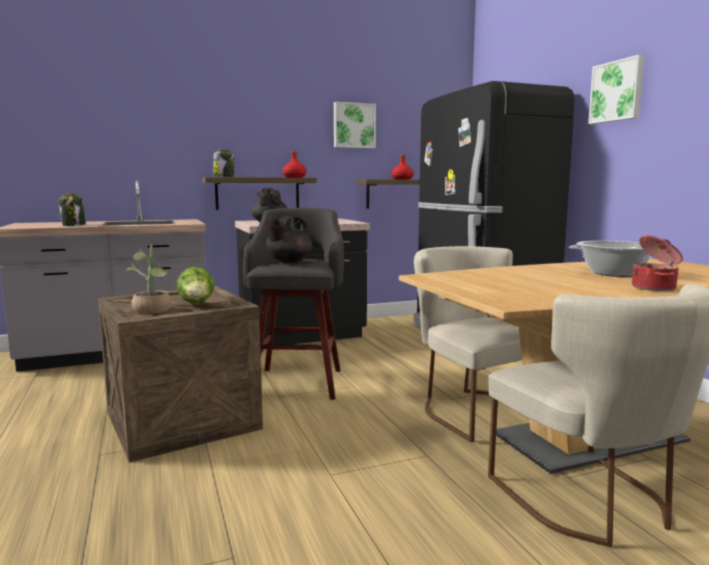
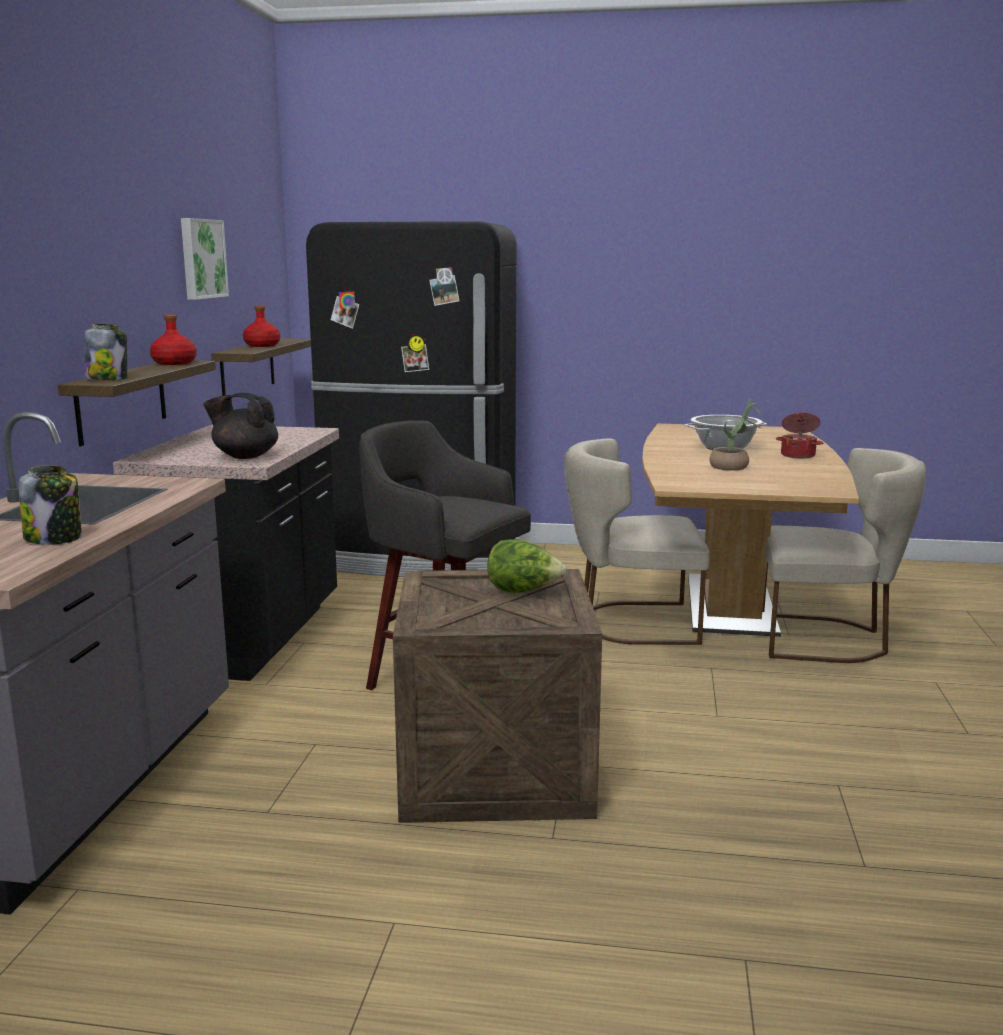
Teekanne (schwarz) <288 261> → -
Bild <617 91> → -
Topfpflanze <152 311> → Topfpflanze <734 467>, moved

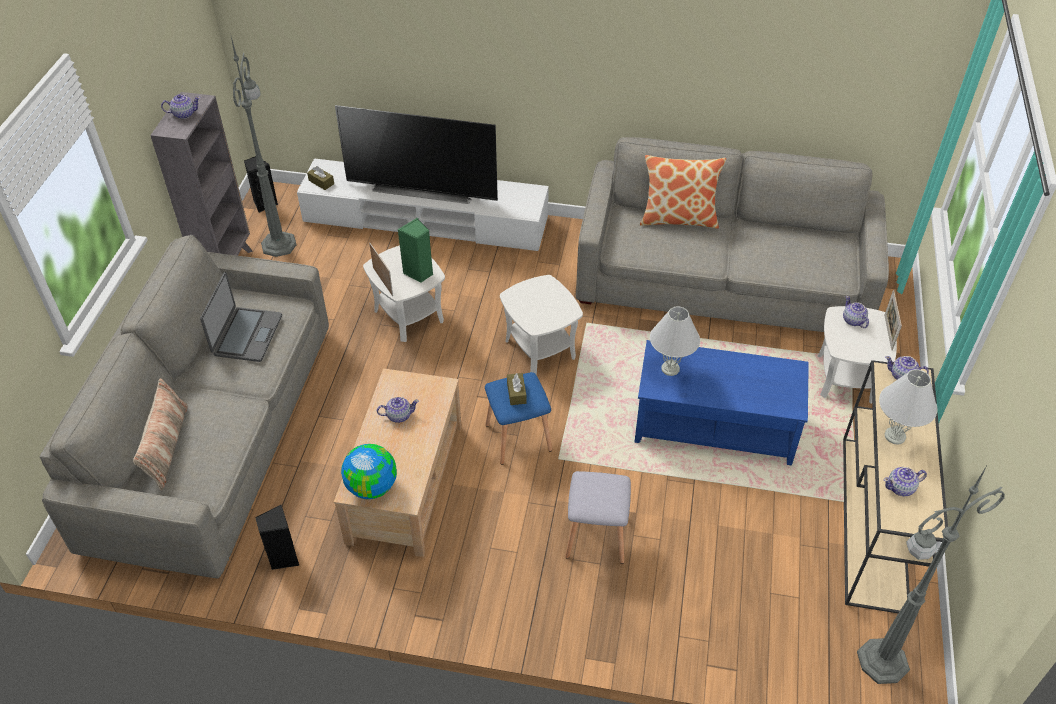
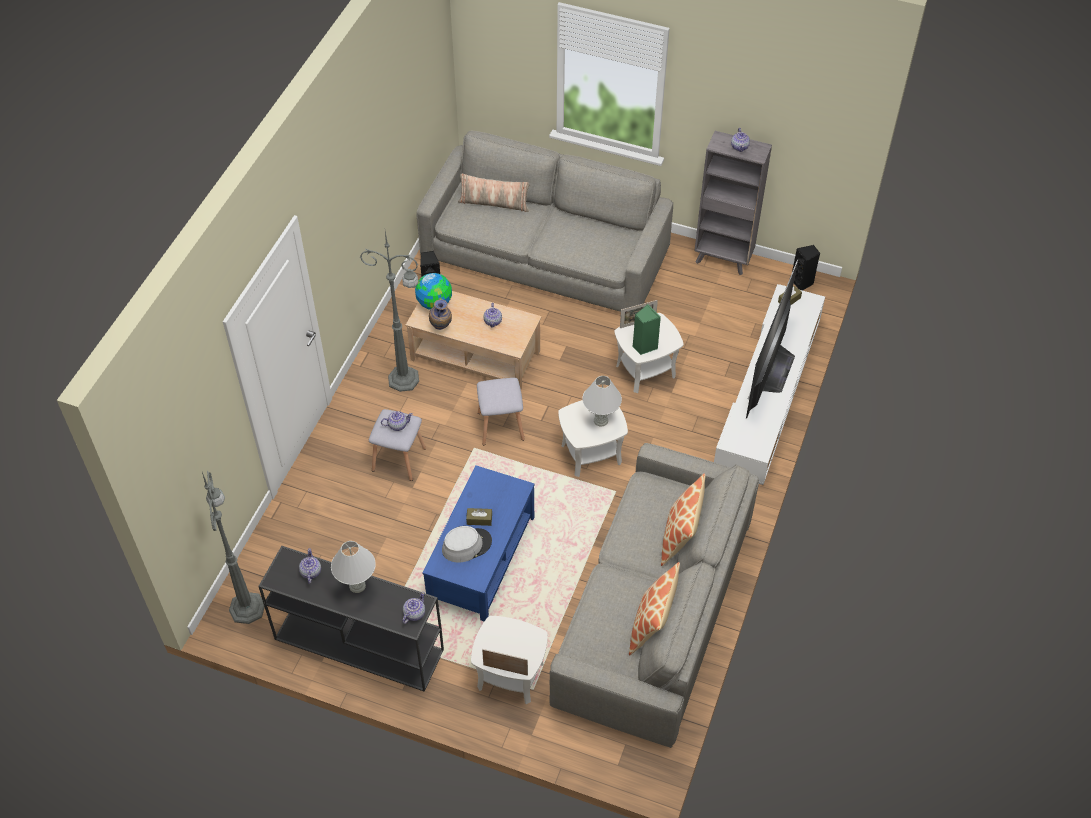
Laptop <246 335> → -
- → Vase <441 328>
- → Hut (grau) <466 545>
- → Kissen <652 625>
Stehlampe (grau) <279 243> → Stehlampe (grau) <405 379>, moved
Taschentuchbox (braun) <516 393> → Taschentuchbox (braun) <479 519>, moved
Tischlampe (weiß) <670 368> → Tischlampe (weiß) <601 420>, moved
Teekanne <853 321> → Teekanne <397 425>, moved
Hocker (blau) <517 438> → Hocker (grau) <500 425>
Konsolentisch (beige) <874 523> → Konsolentisch (schwarz) <357 644>

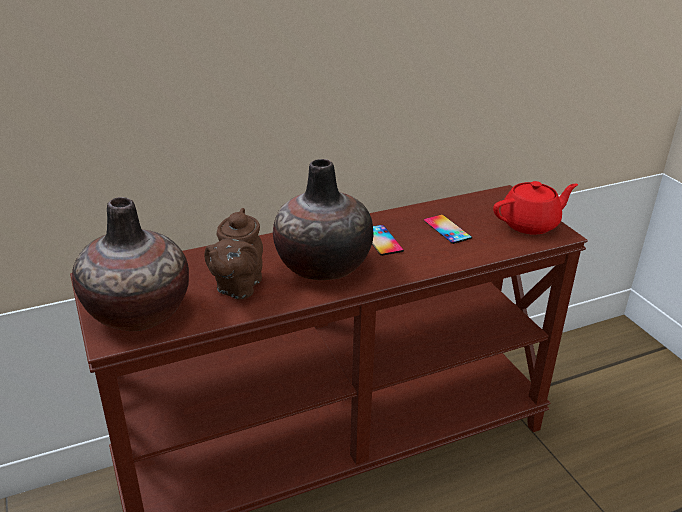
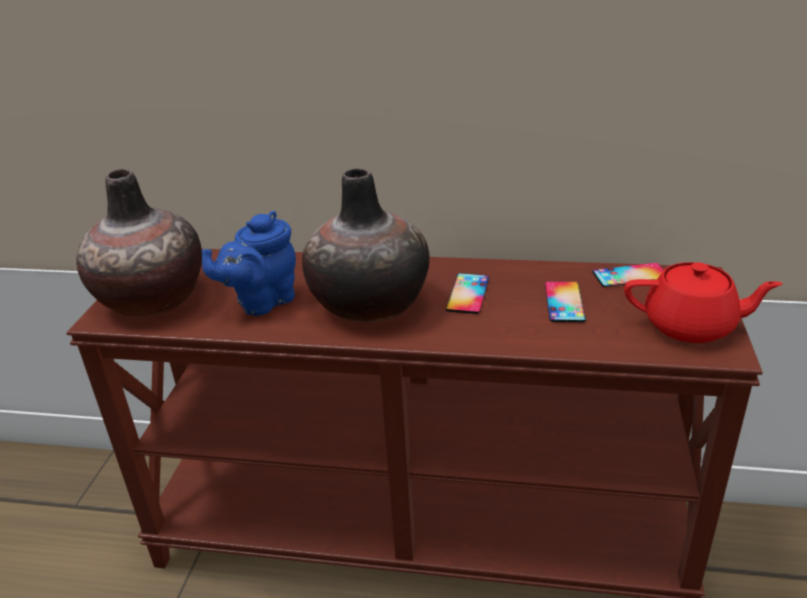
- → Handy <630 275>
Teekanne (braun) <237 287> → Teekanne (blau) <261 302>

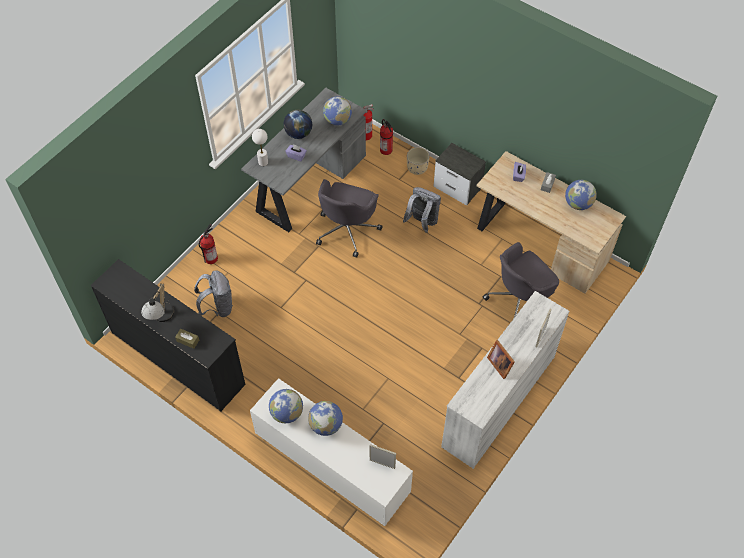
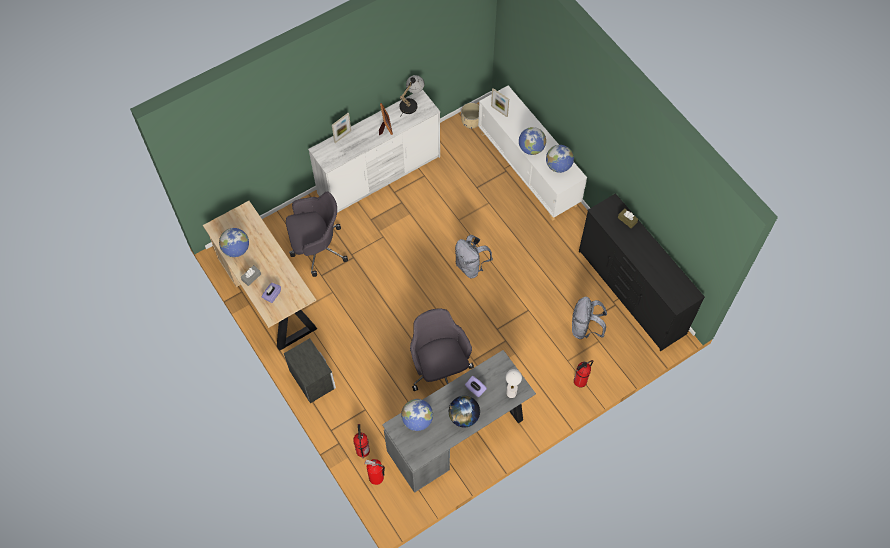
Tischlampe <161 318> → Tischlampe <411 103>, moved
Rucksack (grau) <422 222> → Rucksack (grau) <471 266>, moved
Pflanzkübel (beige) <417 168> → Pflanzkübel (beige) <470 122>, moved
Bürostuhl (grau) <347 230> → Bürostuhl (grau) <439 368>, 60 degrees counterclockwise

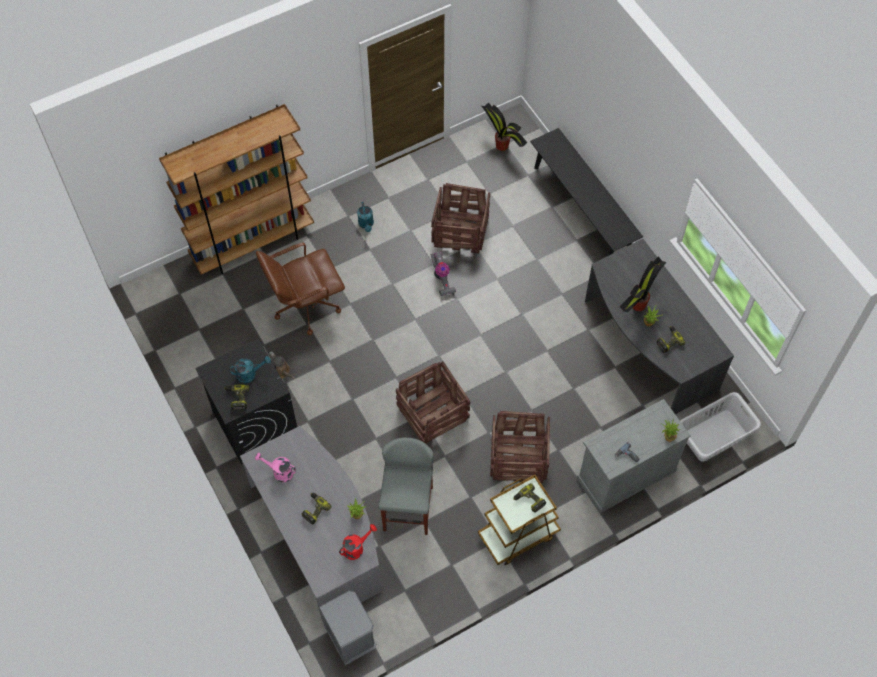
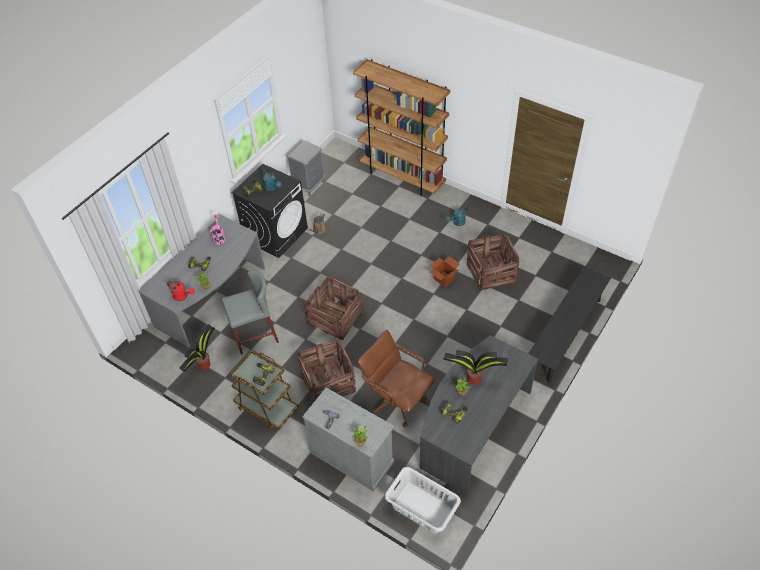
Bürostuhl (braun) <305 305> → Bürostuhl (braun) <396 401>, moved
Nachttisch (grau) <350 639> → Nachttisch (grau) <309 185>, moved
Topfpflanze <502 146> → Topfpflanze <204 365>, moved
Staubsauger <441 278> → Karton <444 279>

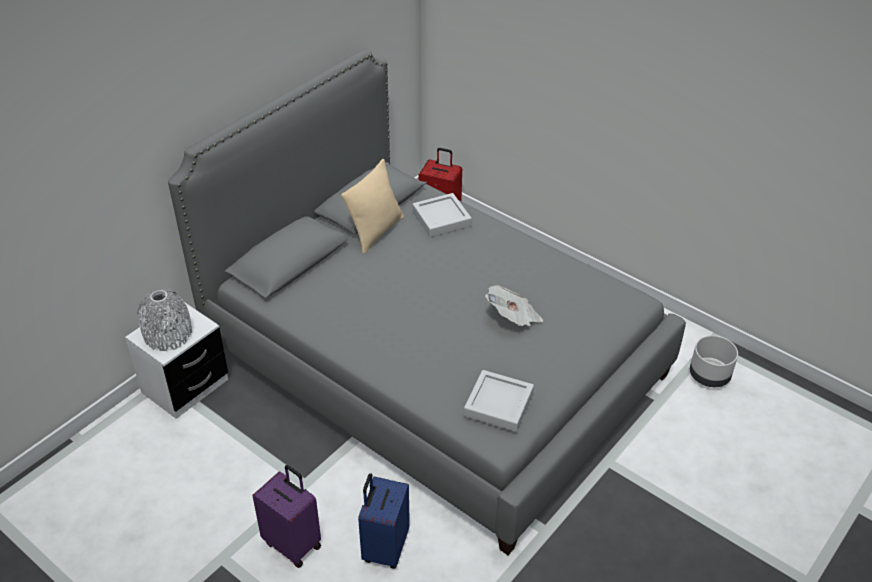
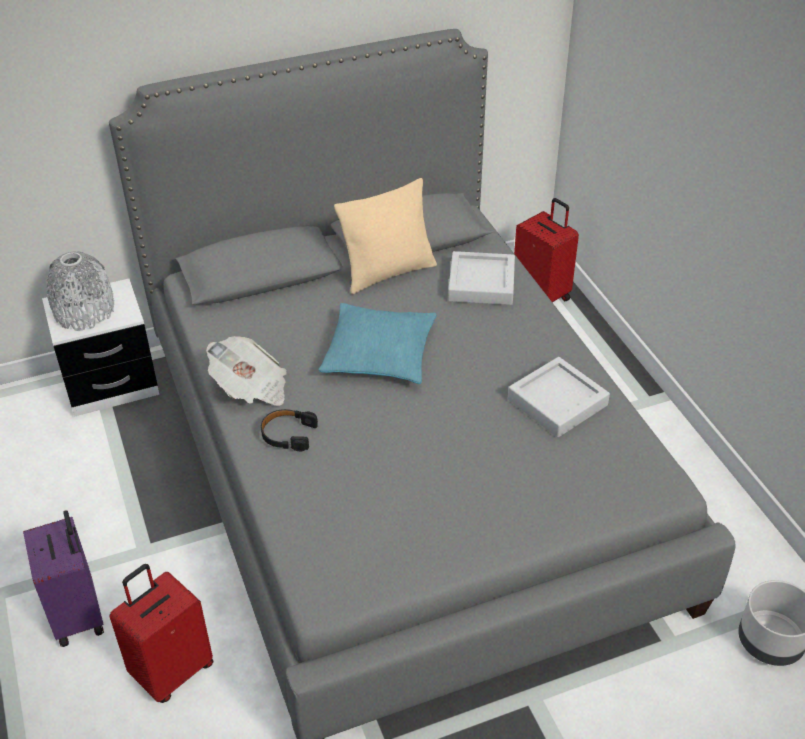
- → Kopfhörer (schwarz) <288 434>
- → Kissen (türkis) <379 354>
Tablett (grau) <498 404> → Tablett (grau) <557 402>, moved
Zeitung <513 318> → Zeitung <251 388>, moved
Koffer (blau) <384 547> → Koffer (rot) <172 670>

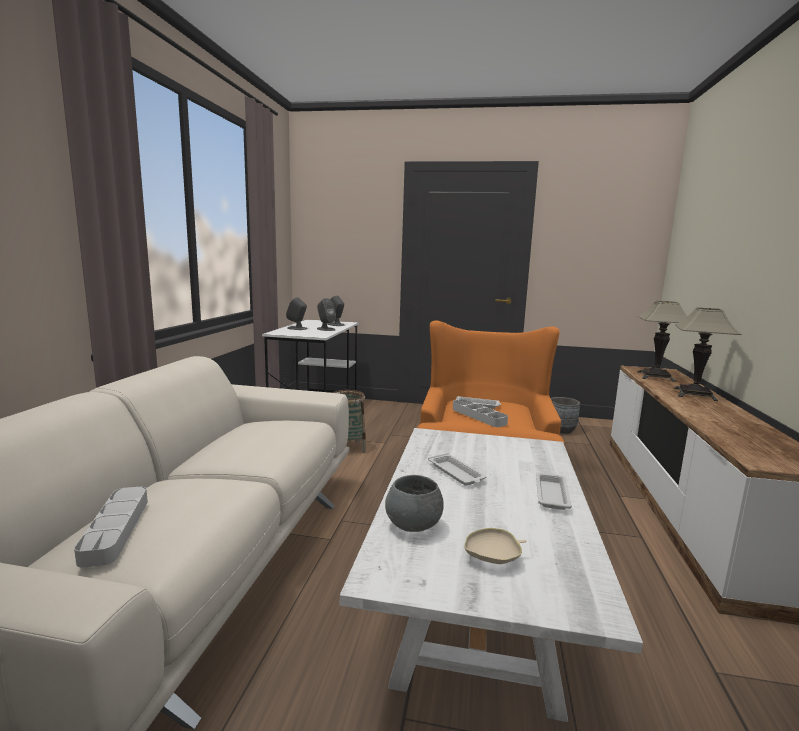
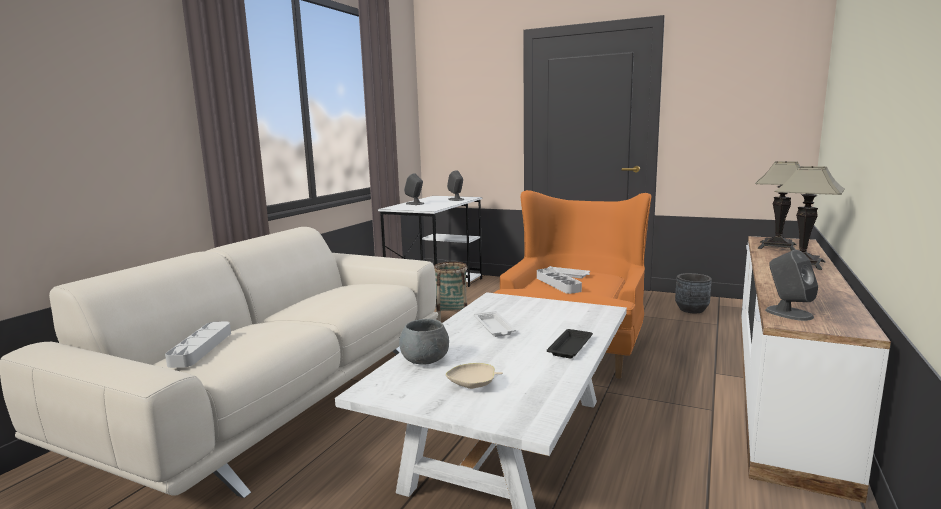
Lautsprecher (grau) <325 329> → Lautsprecher (grau) <788 313>, moved
Tablett (weiß) <551 494> → Tablett (schwarz) <570 347>

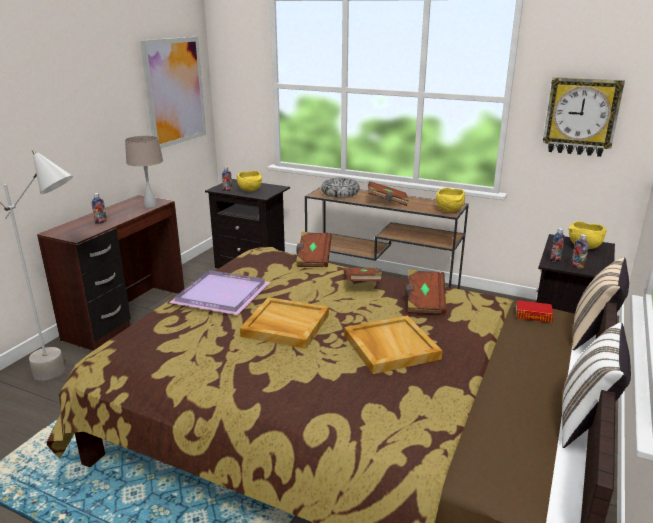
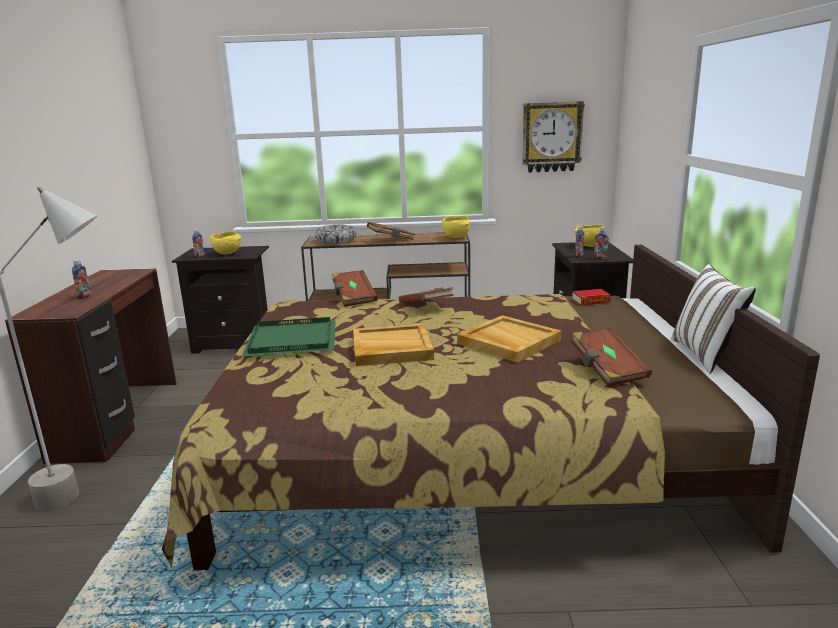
Tischlampe (beige) <150 205> → -
Bild <175 91> → -
Kissen (beige) <593 335> → -
Buch (braun) <424 302> → Buch (braun) <607 370>, moved
Tablett (lila) <223 294> → Tablett (grün) <294 340>

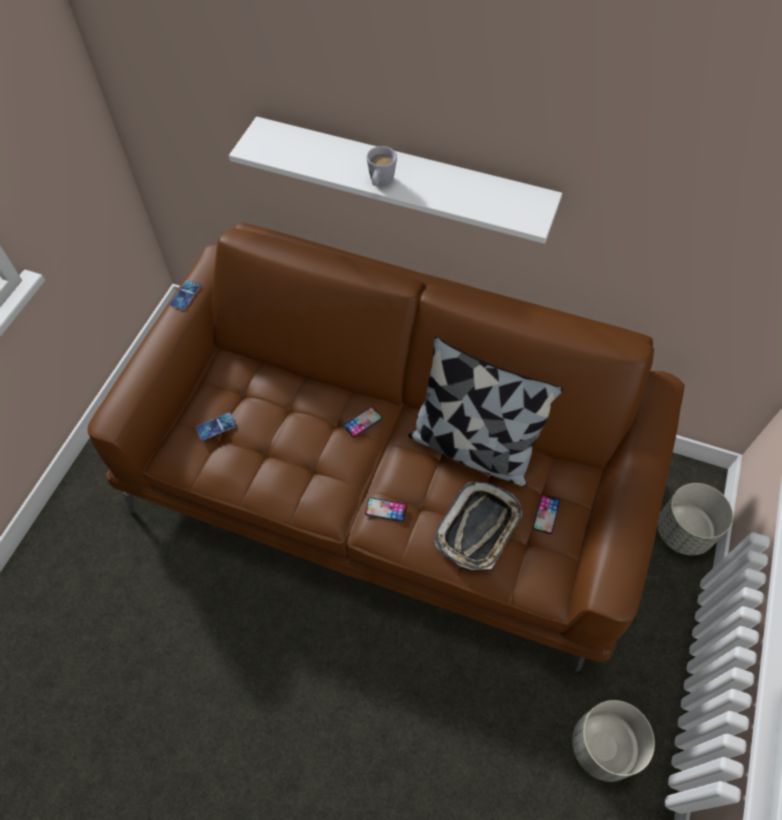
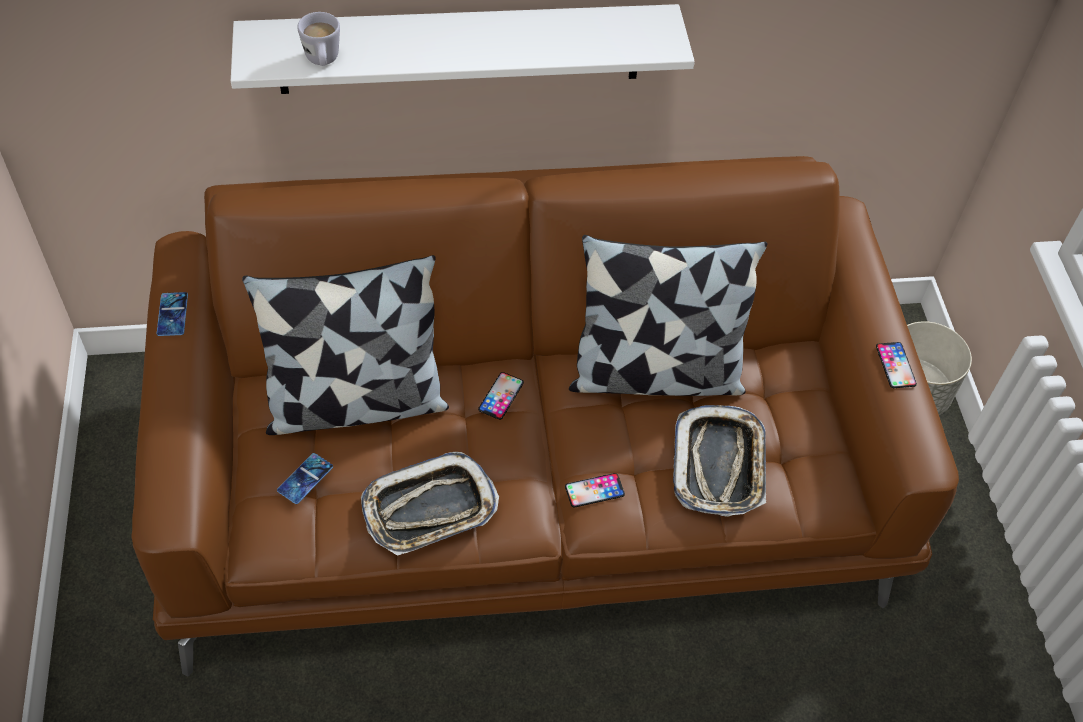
Pflanzkübel (grau) <603 747> → -
- → Kissen <356 402>
- → Tablett <429 509>
Henkelbecher (weiß) <380 183> → Henkelbecher (weiß) <323 62>, moved
Handy <546 514> → Handy <895 365>, moved

